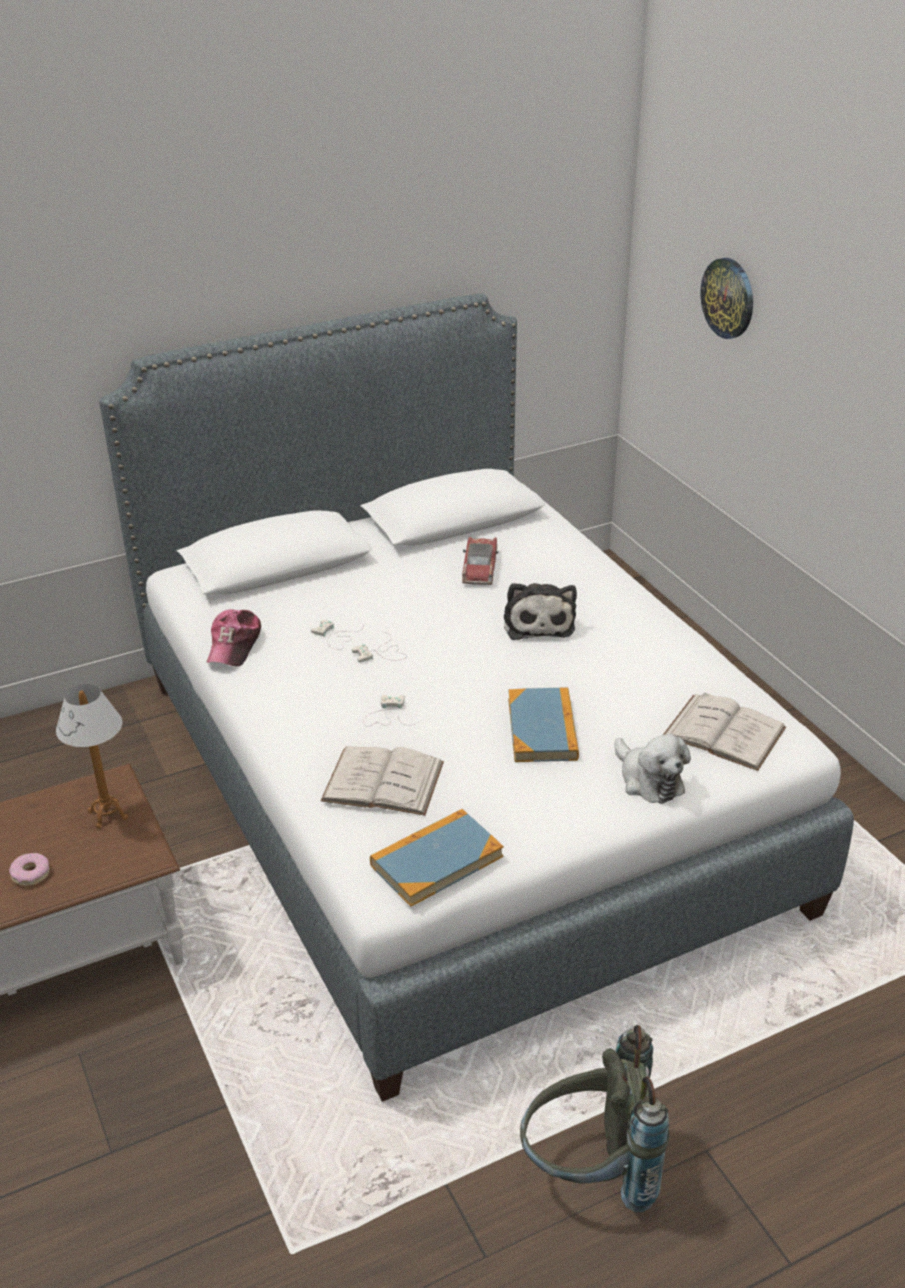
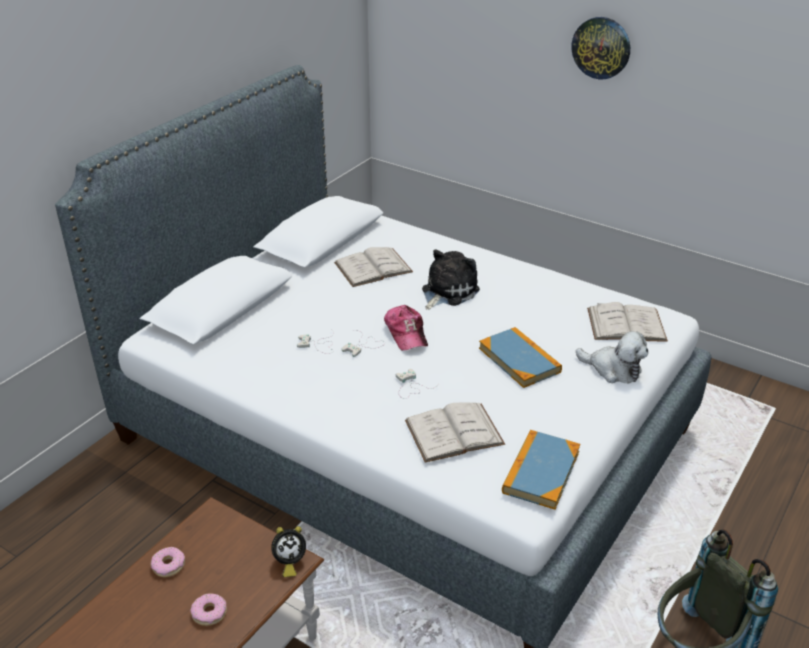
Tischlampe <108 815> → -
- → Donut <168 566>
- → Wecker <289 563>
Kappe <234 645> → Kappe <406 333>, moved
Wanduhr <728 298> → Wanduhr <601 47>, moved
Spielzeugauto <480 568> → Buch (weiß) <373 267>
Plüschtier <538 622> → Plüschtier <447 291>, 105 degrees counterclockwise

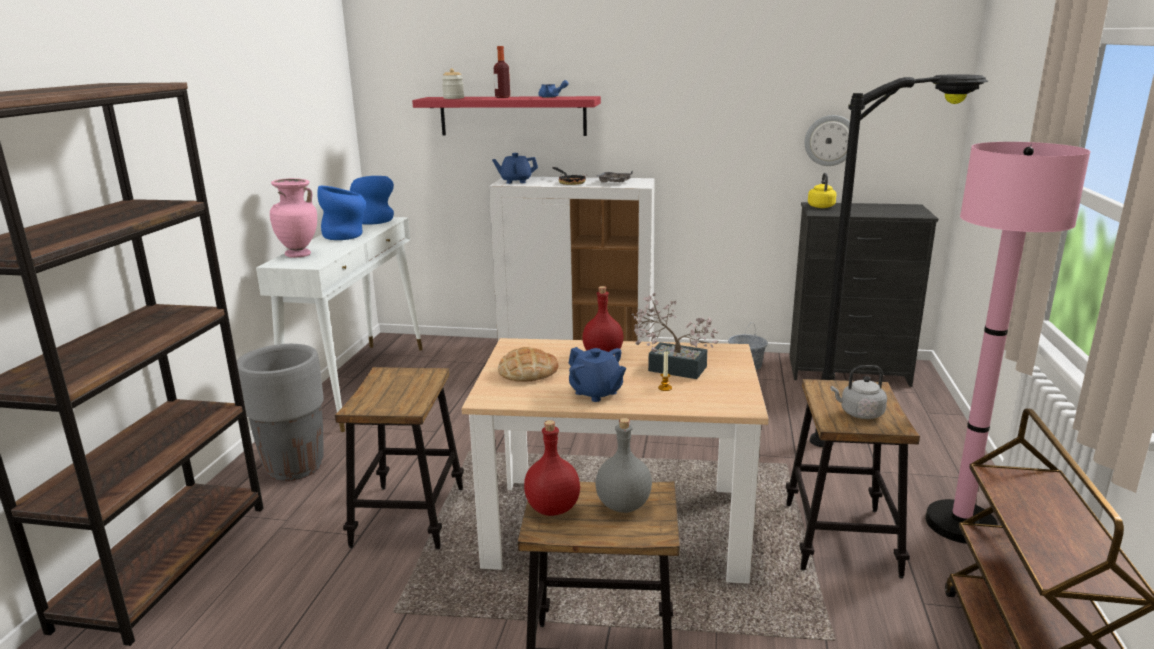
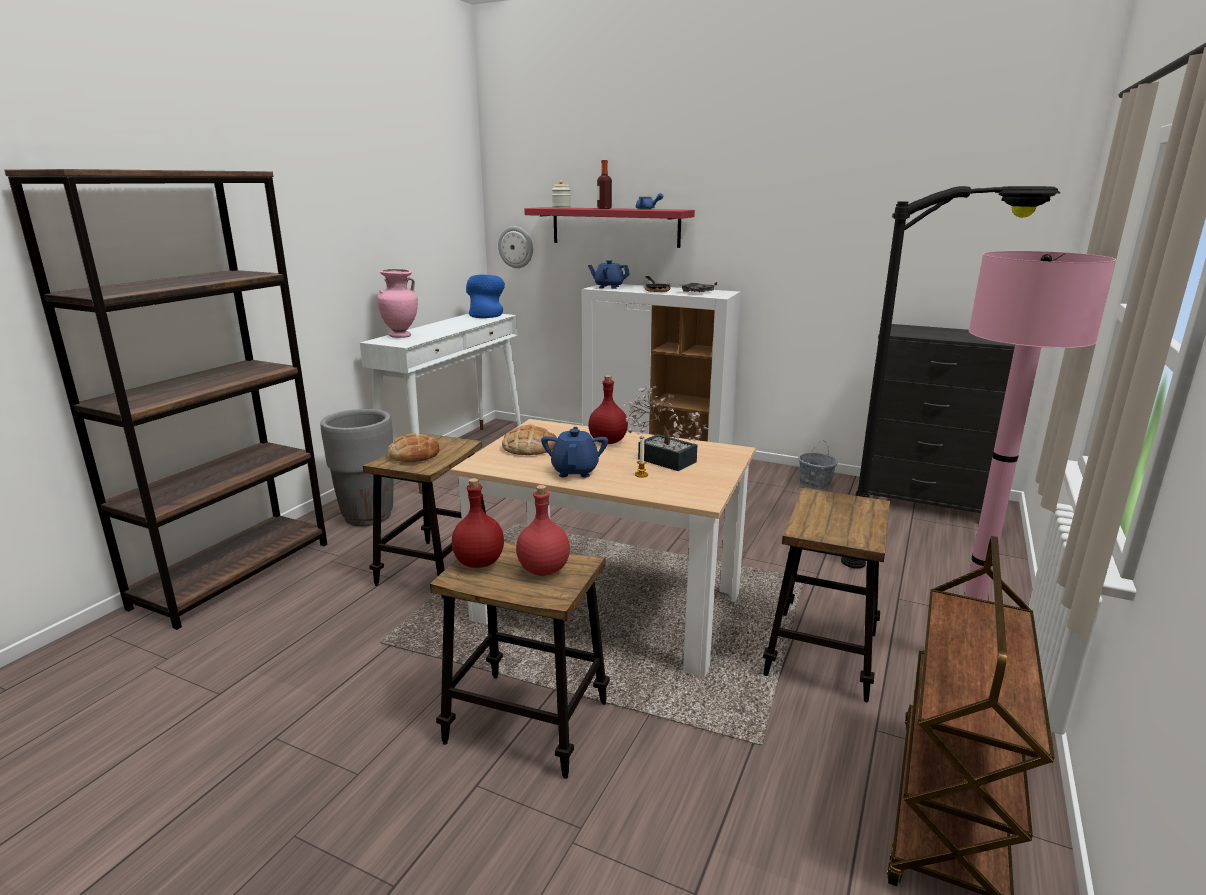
Vase (blau) <346 236> → -
Wasserkessel (gelb) <820 206> → -
Wasserkessel (grau) <859 413> → -
- → Brot <414 454>
Wanduhr <830 140> → Wanduhr <516 247>, moved
Flasche (grau) <624 506> → Flasche (rot) <544 570>
Teekanne (blau) <596 393> → Teekanne (blau) <575 471>, 150 degrees counterclockwise

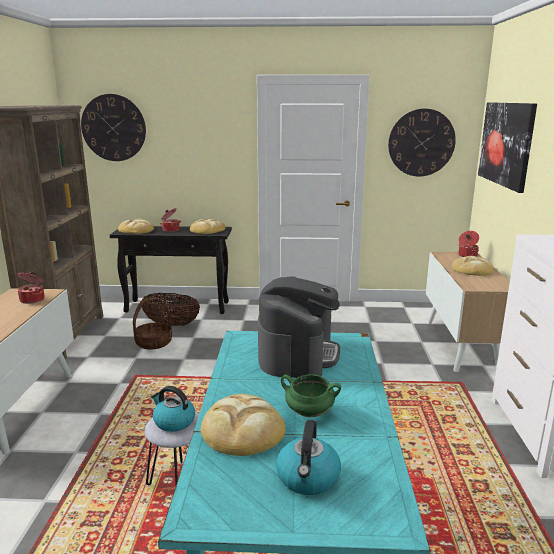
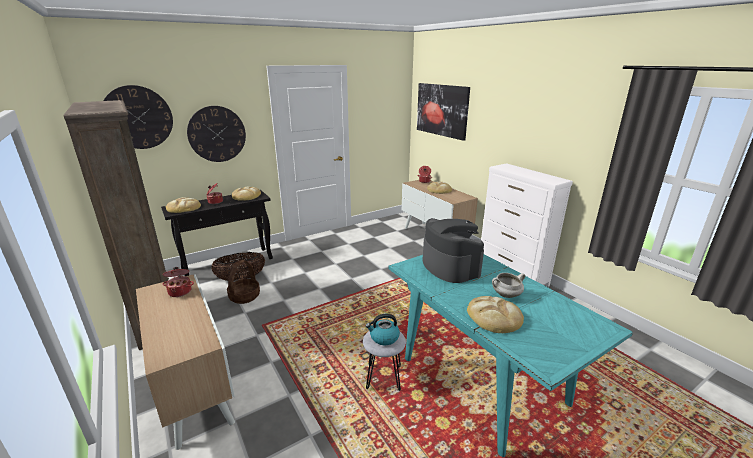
Wasserkessel <308 478> → -
Wanduhr <421 143> → Wanduhr <217 134>, moved
Kochtopf (grün) <308 413> → Kochtopf (weiß) <506 295>

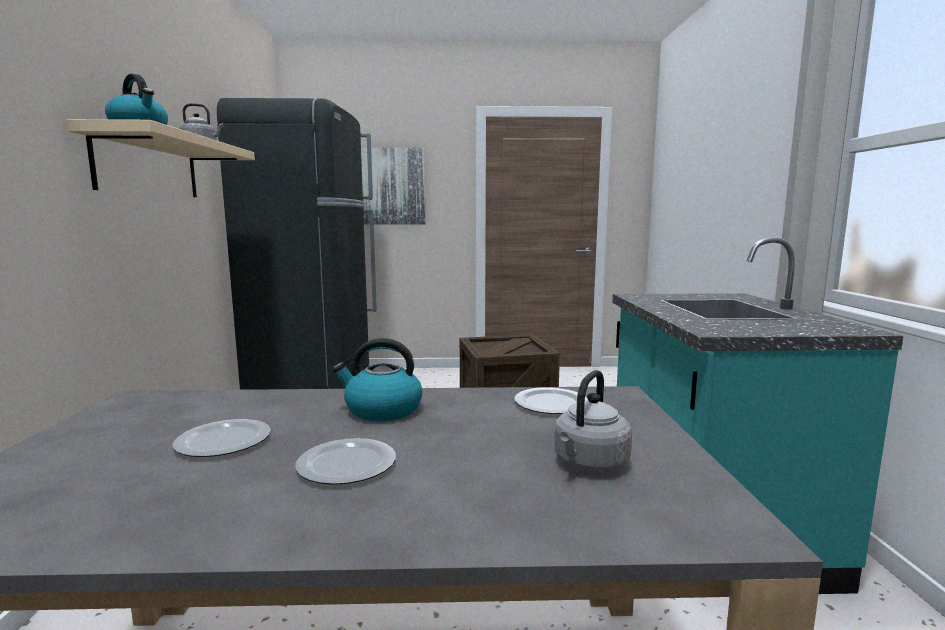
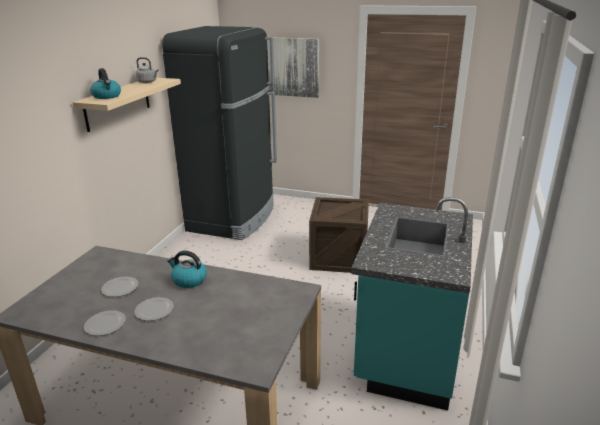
Wasserkessel (grau) <589 464> → -
Teller <550 404> → Teller <104 324>, moved

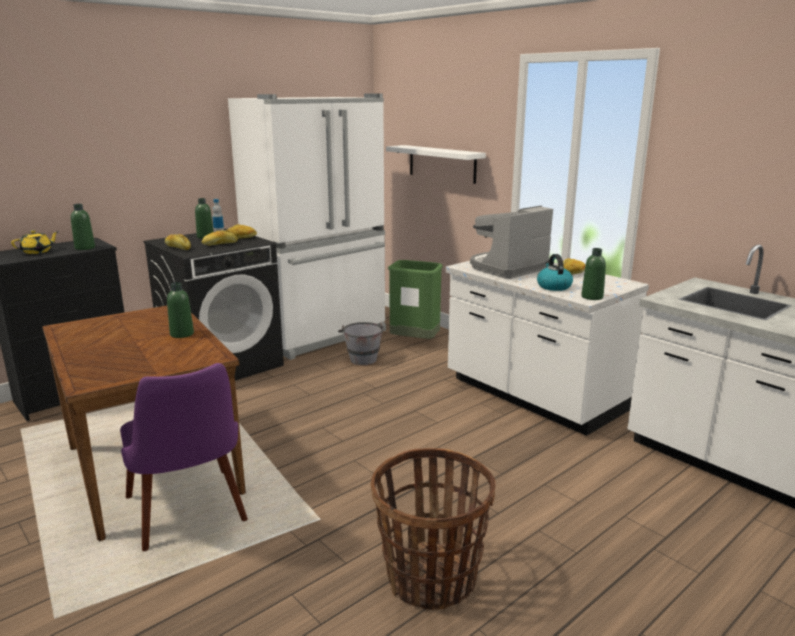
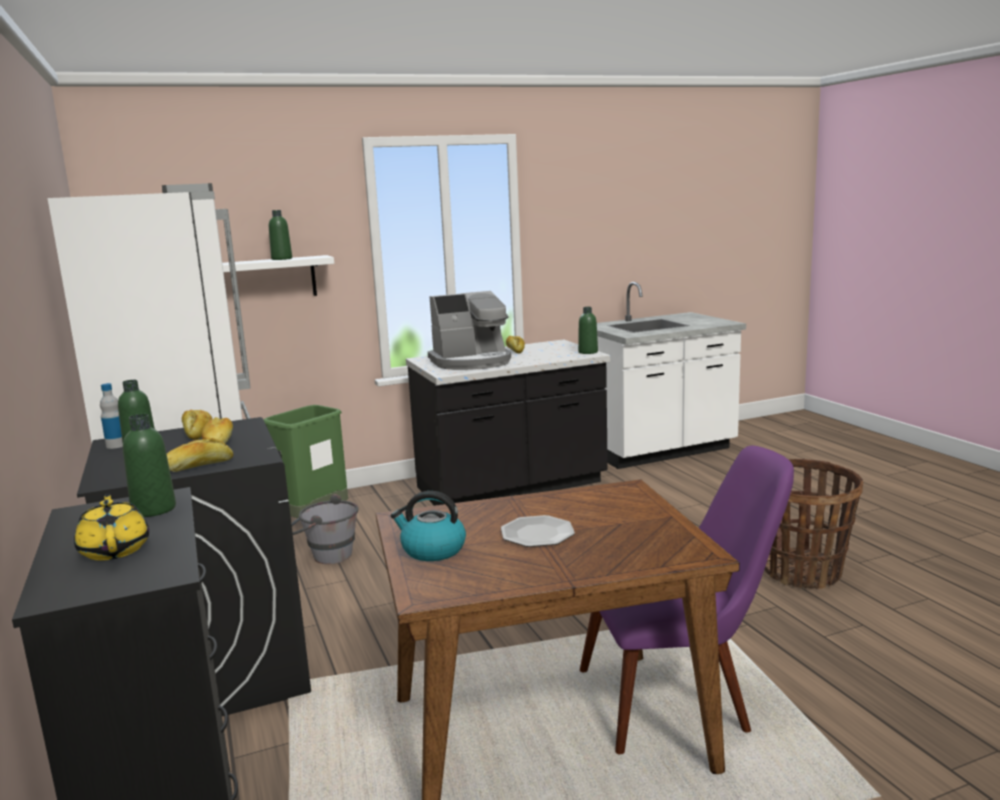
- → Teller <537 534>
Flasche (grün) <182 334> → Flasche (grün) <281 259>, moved
Wasserkessel <553 286> → Wasserkessel <432 550>, moved
Küchenzeile (weiß) <533 396> → Küchenzeile (schwarz) <511 487>
Kaffeemaschine <508 268> → Kaffeemaschine <472 362>, 90 degrees counterclockwise

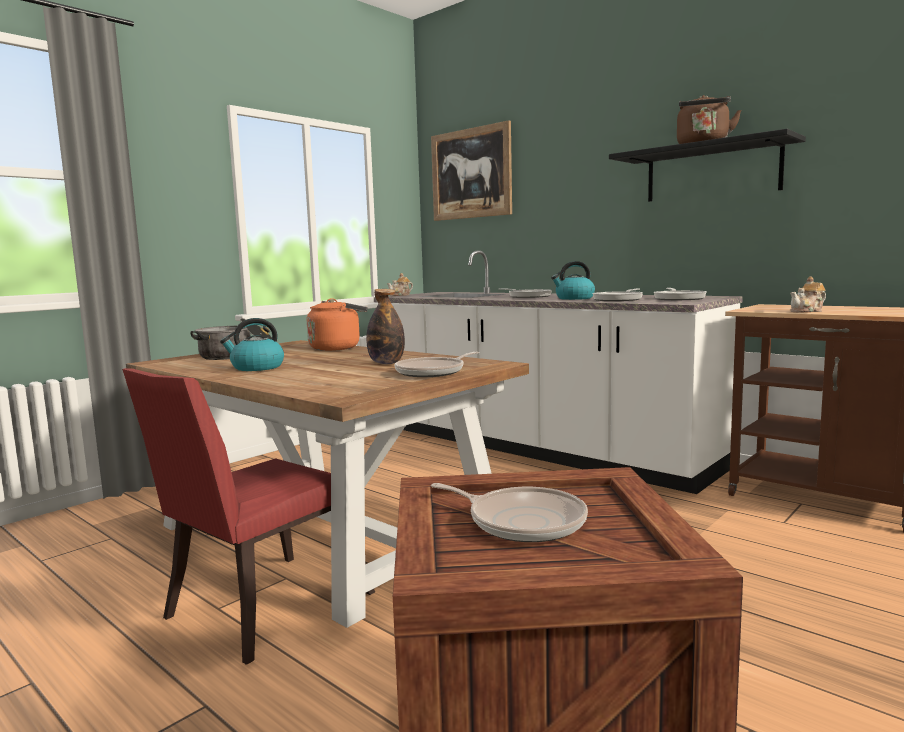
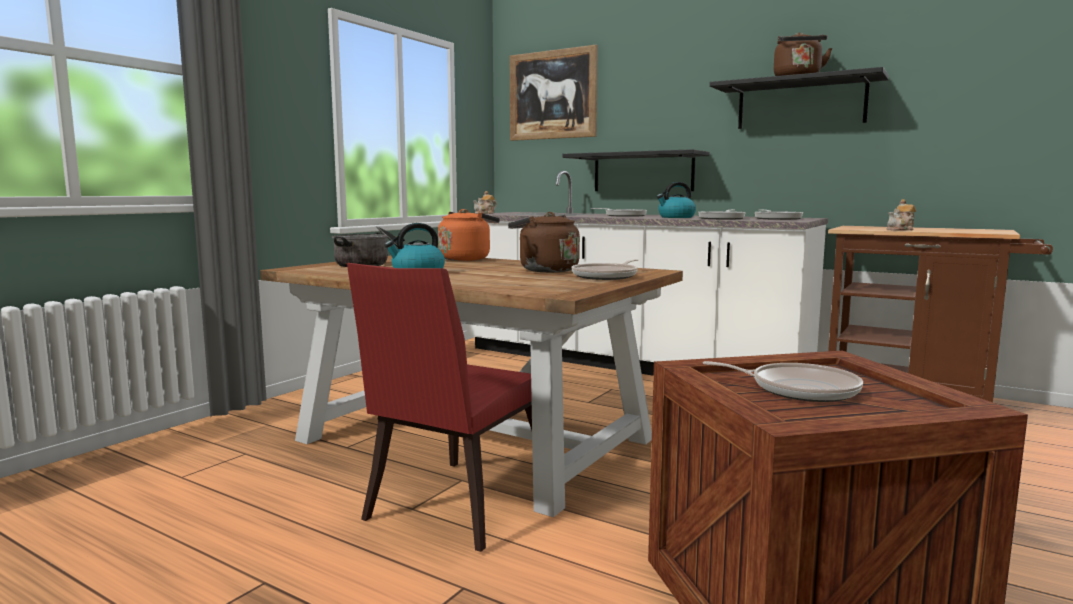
- → Wandregal (schwarz) <643 172>
Flasche <386 363> → Wasserkessel (braun) <545 270>

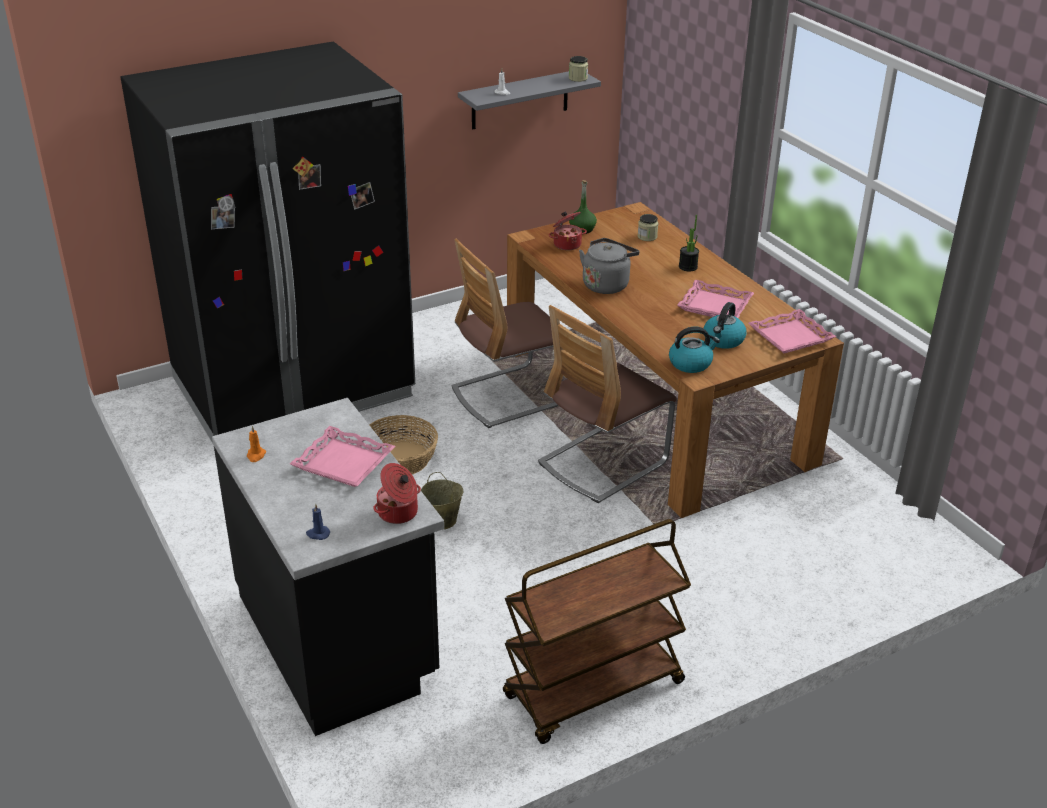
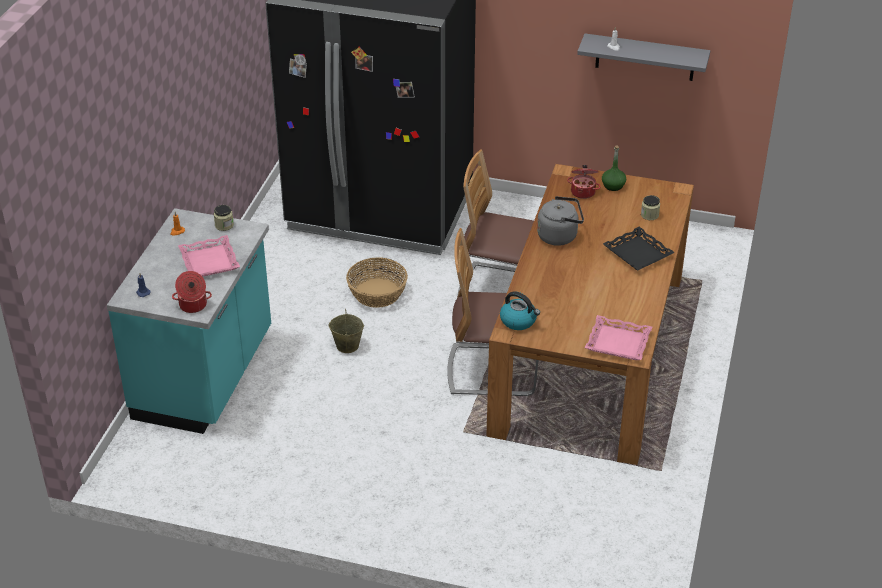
Rollwagen (braun) <593 691> → -
Tablett (rosa) <714 306> → -
Wasserkessel <723 340> → -
Vorratsglas <578 78> → Vorratsglas <224 225>, moved
Topfpflanze <688 267> → Tablett (schwarz) <638 253>
Küchenzeile (schwarz) <339 638> → Küchenzeile (türkis) <206 377>

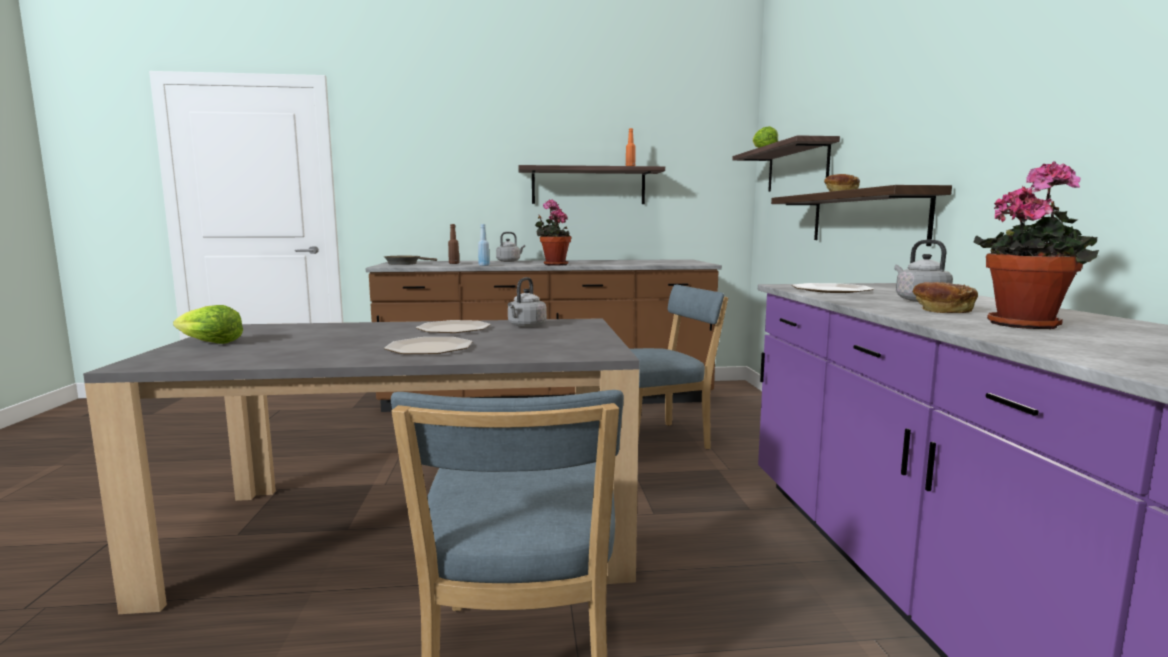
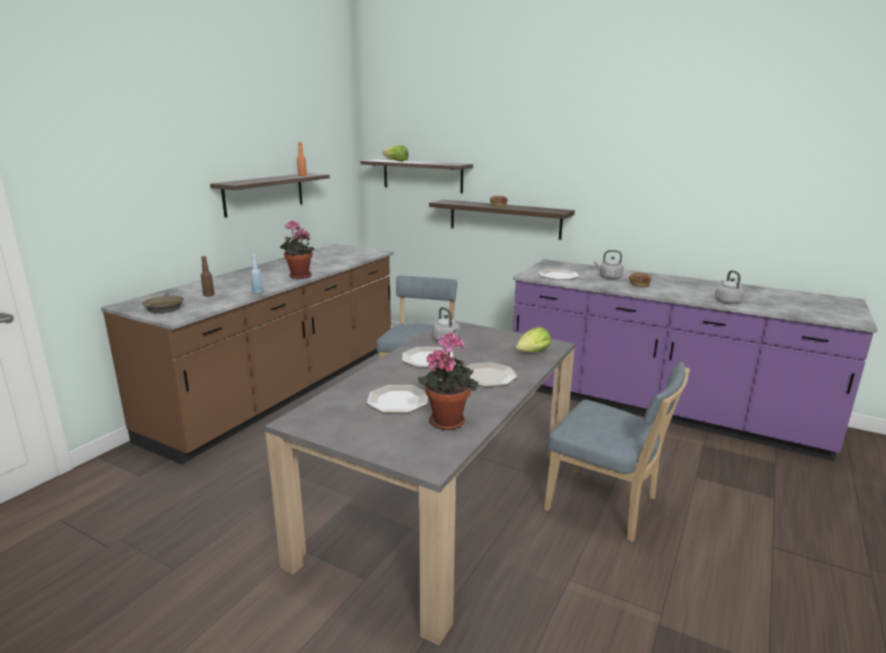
- → Teller <398 400>
Salatkopf <209 343> → Salatkopf <533 352>, moved
Wasserkessel (grau) <509 261> → Wasserkessel (grau) <727 301>, moved
Topfpflanze <1027 324> → Topfpflanze <448 420>, moved

